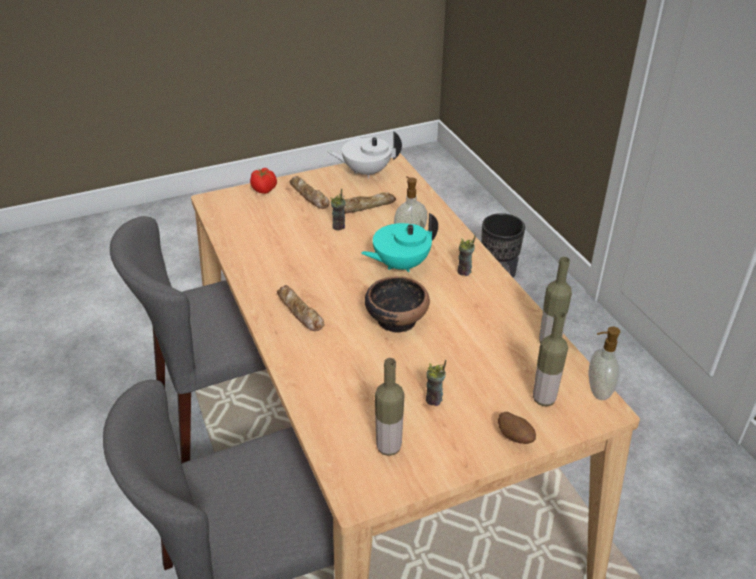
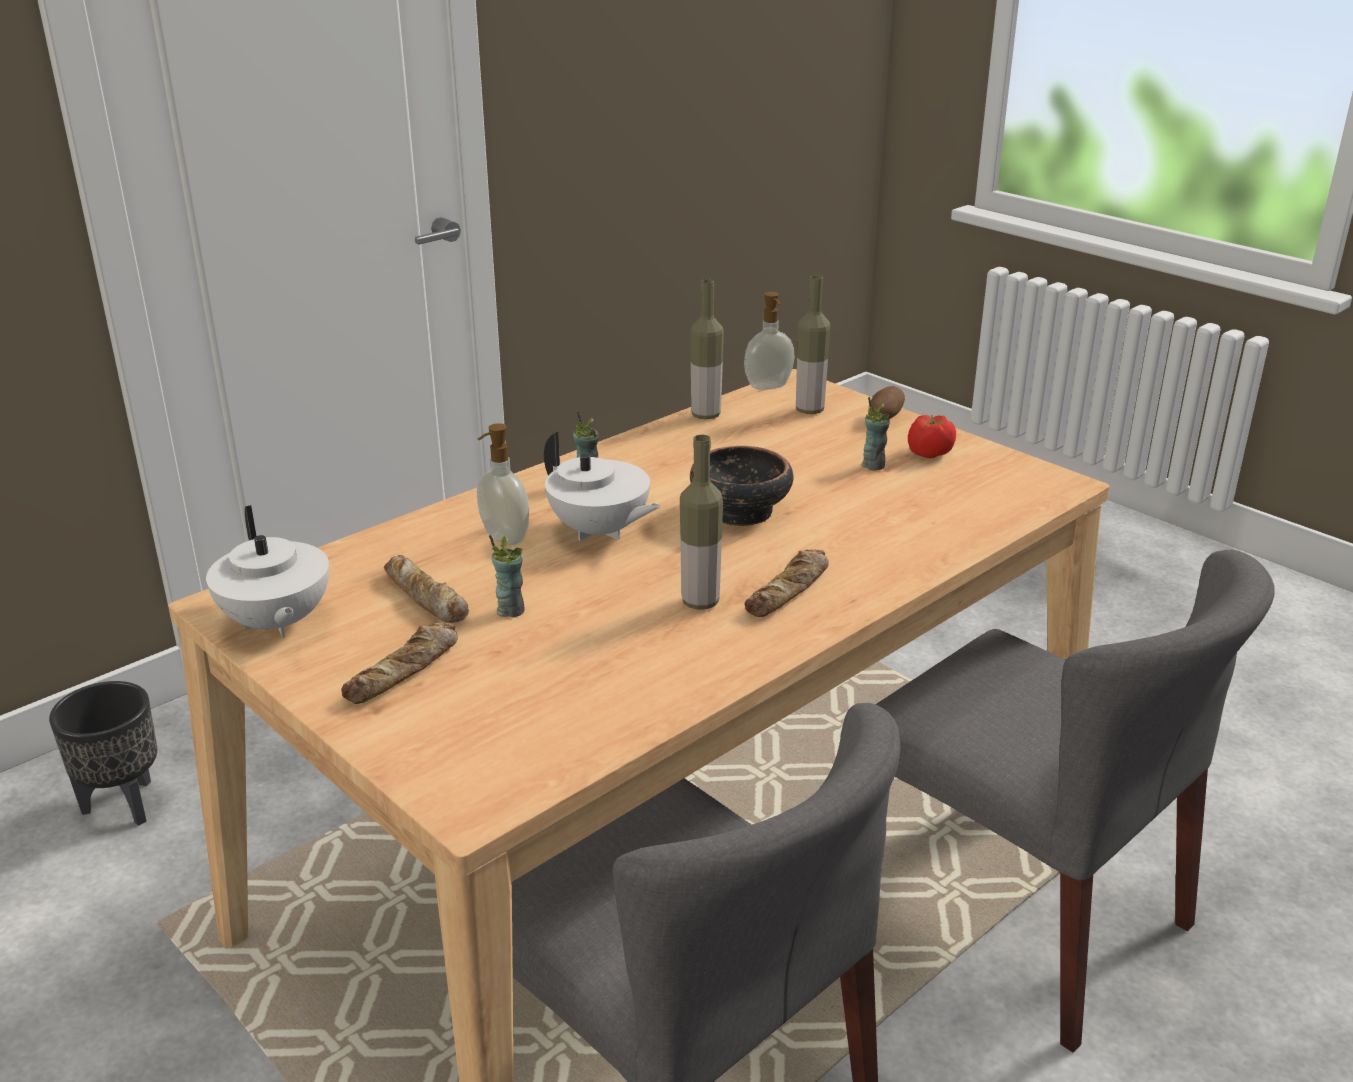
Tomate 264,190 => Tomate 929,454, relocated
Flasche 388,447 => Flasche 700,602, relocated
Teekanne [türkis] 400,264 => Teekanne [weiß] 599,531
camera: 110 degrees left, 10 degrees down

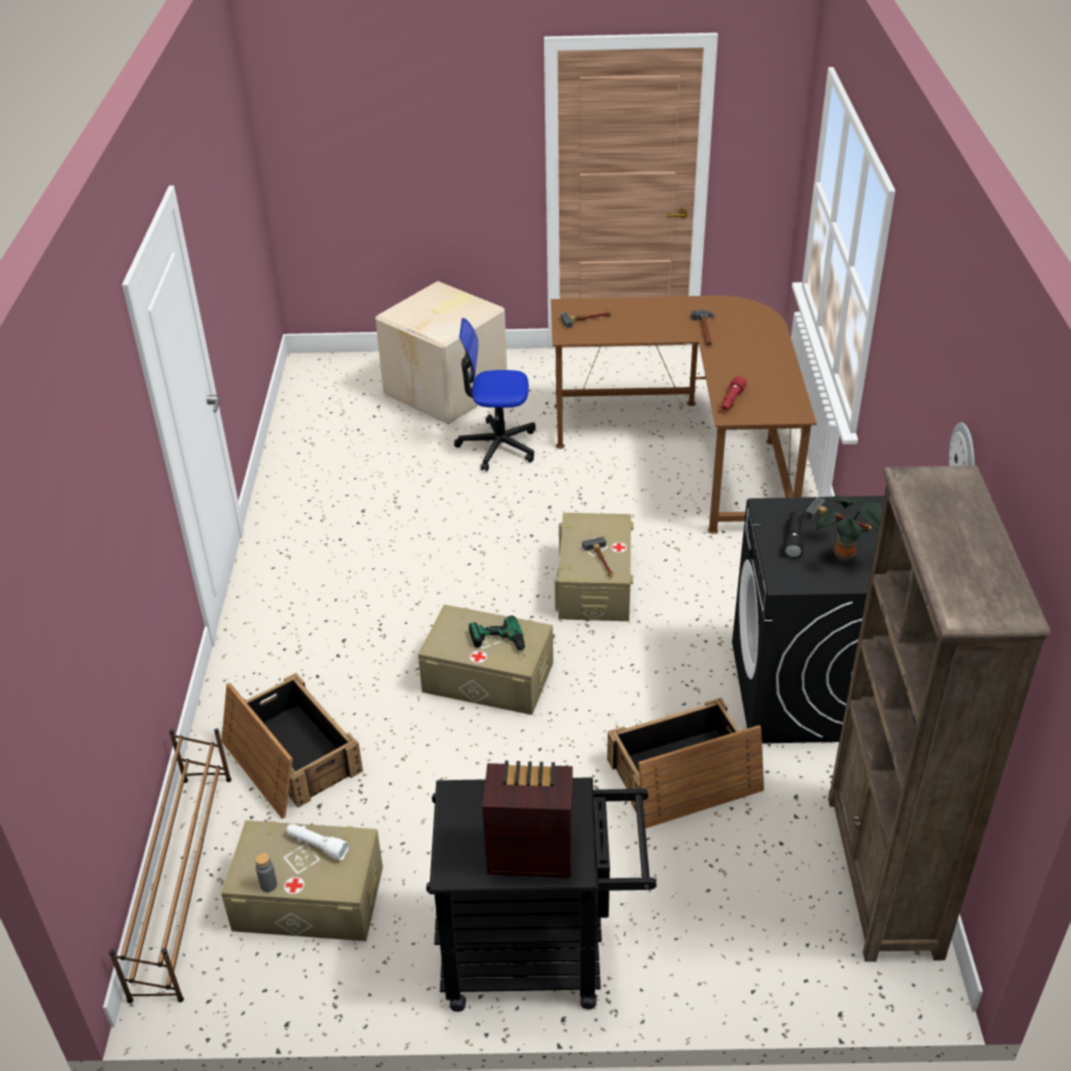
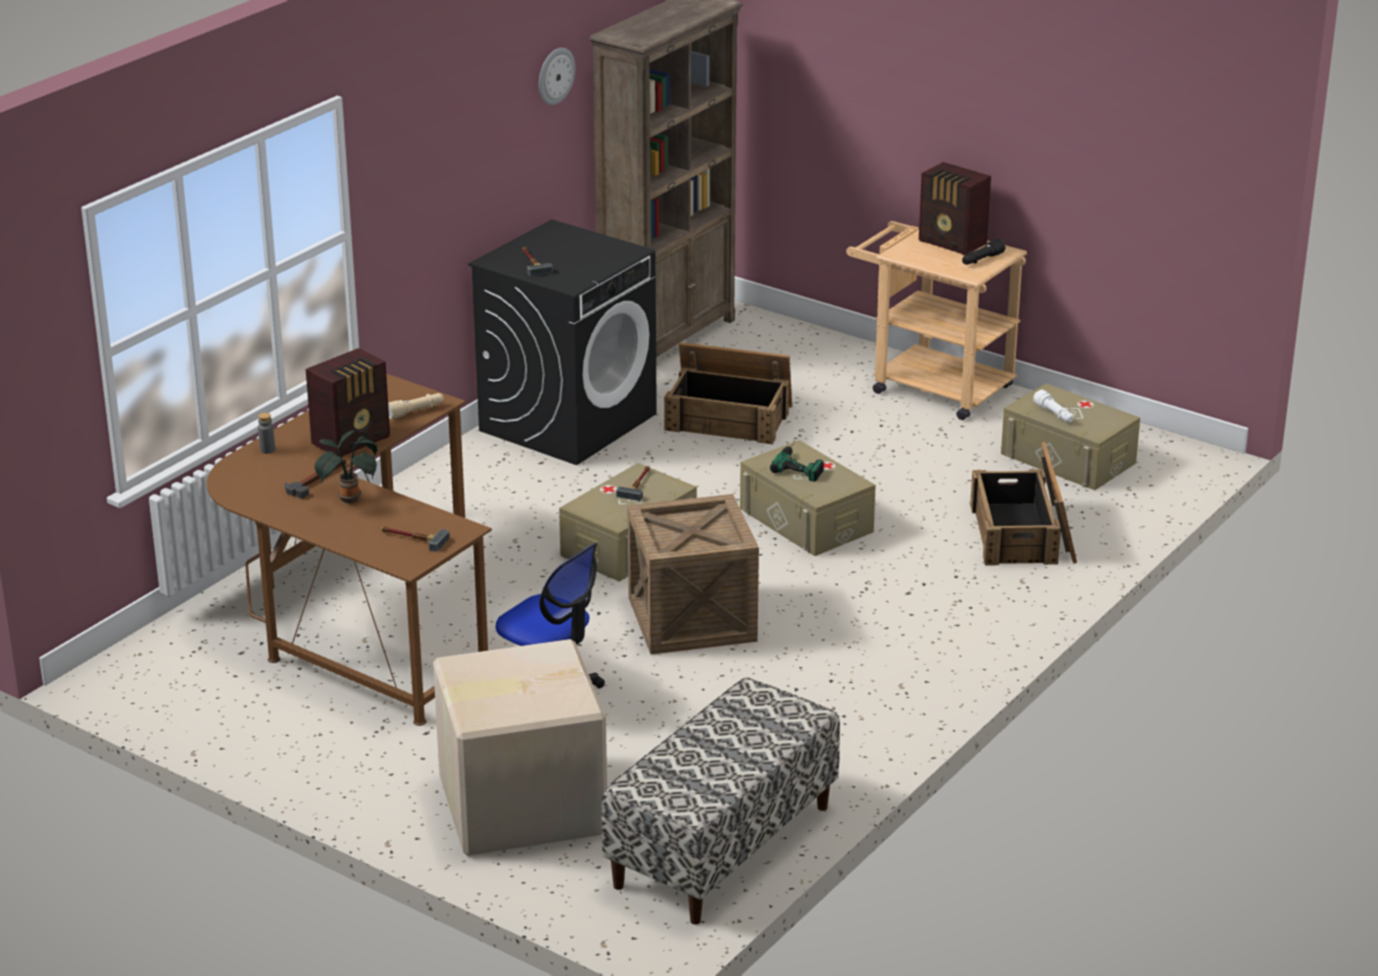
Schuhregal [braun] 184,880 => nothing
nothing => Radio 353,440
nothing => Bank 723,847
nothing => Kiste 692,619
Flasche [grau] 268,885 => Flasche [grau] 267,450, relocated
Taschenlampe [schwarz] 793,539 => Taschenlampe [schwarz] 981,260, relocated
Topfpflanze 846,556 => Topfpflanze 348,498, relocated
Rollwagen [schwarz] 539,954 => Rollwagen [beige] 931,386
Taschenlampe [rot] 731,401 => Taschenlampe [beige] 415,412
camera: 145 degrees left, 10 degrees down

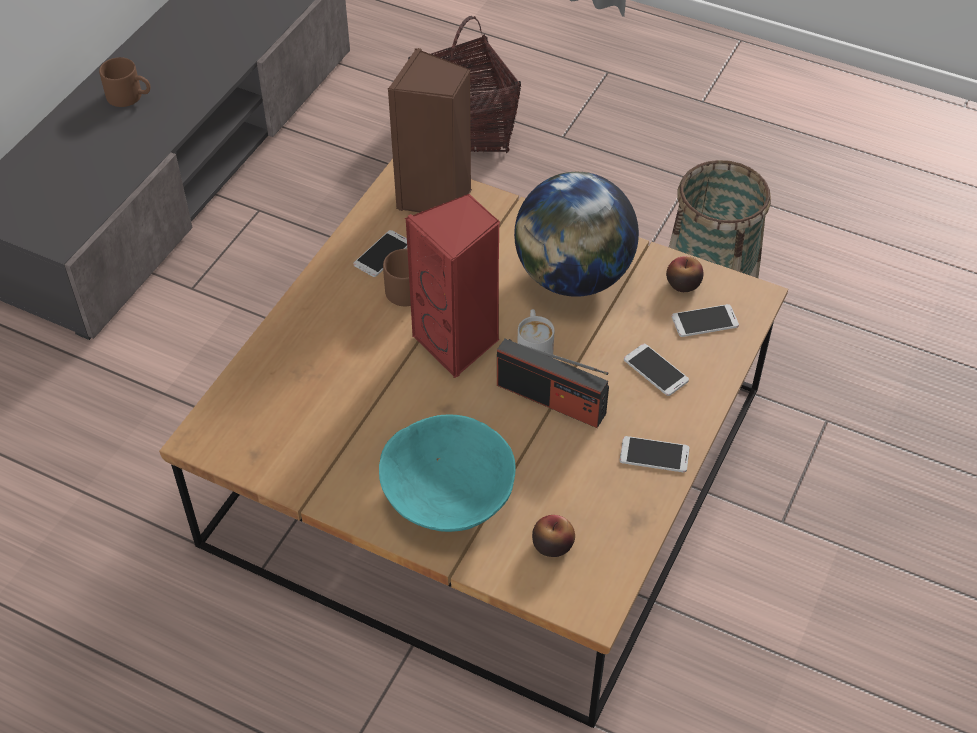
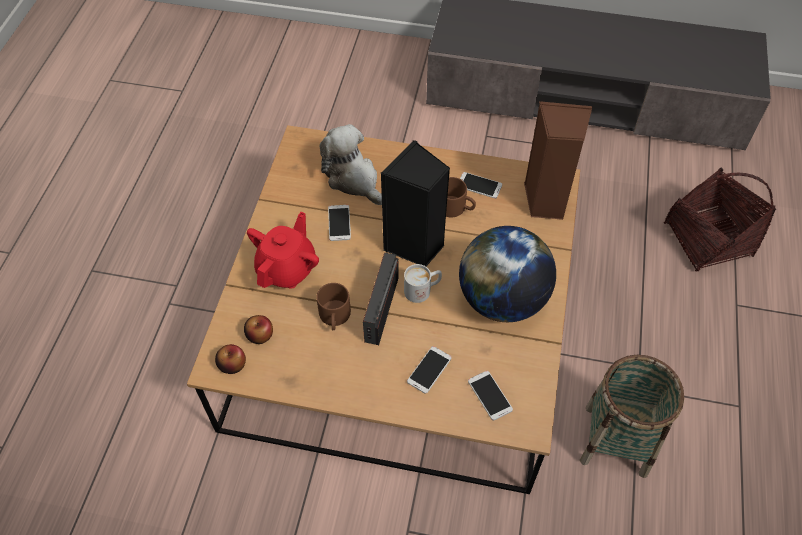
nothing => Plüschtier 353,179
Henkelbecher [braun] 130,96 => Henkelbecher [braun] 335,317, relocated
Handy 654,455 => Handy 339,223, relocated
Apfel 683,284 => Apfel 232,364, relocated
Schüssel [türkis] 447,494 => Teekanne [rot] 287,269
Lautsprecher [rot] 459,343 => Lautsprecher [schwarz] 415,245
camera: 75 degrees right, 5 degrees up

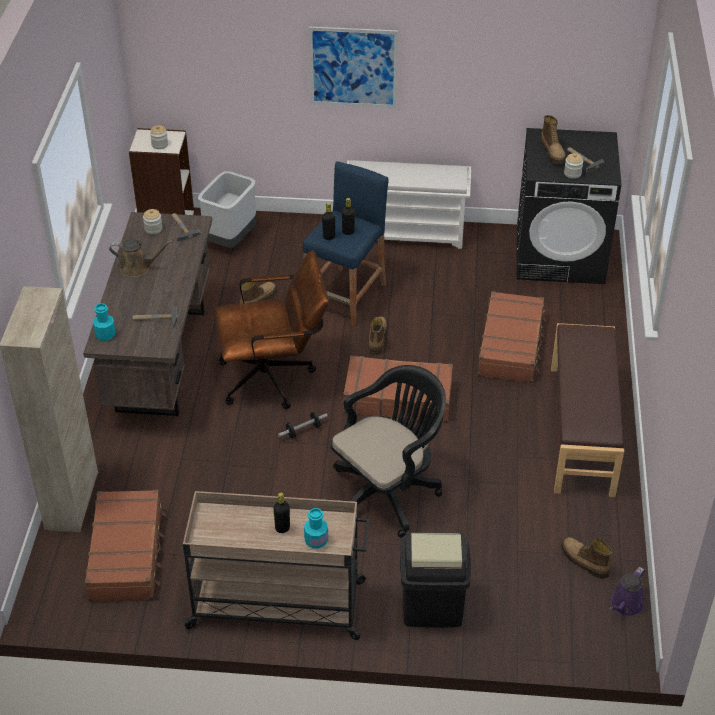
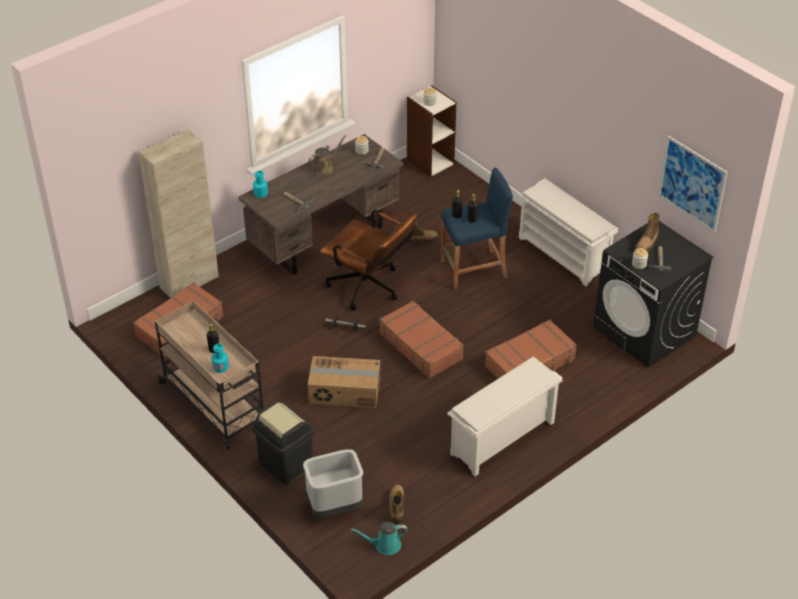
Stiefel 377,338 => nothing
Mülleimer [grau] 231,240 => Mülleimer [grau] 334,508, relocated
Bild 353,67 => Bild 692,183, relocated
Bürostuhl [schwarz] 388,492 => Karton 345,391
Bank [braun] 582,430 => Schuhregal [weiß] 502,439
Gießkanne [lila] 625,606 => Gießkanne [türkis] 385,545
Gießkanne [braun] 138,268 => Gießkanne [braun] 324,167, 90 degrees counterclockwise
camera: 45 degrees right, 0 degrees up

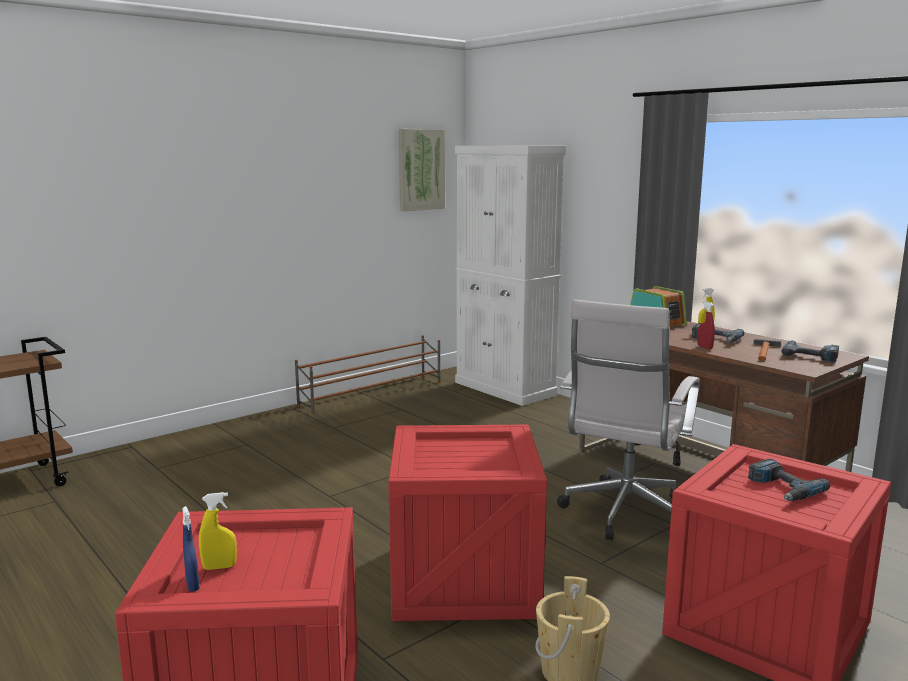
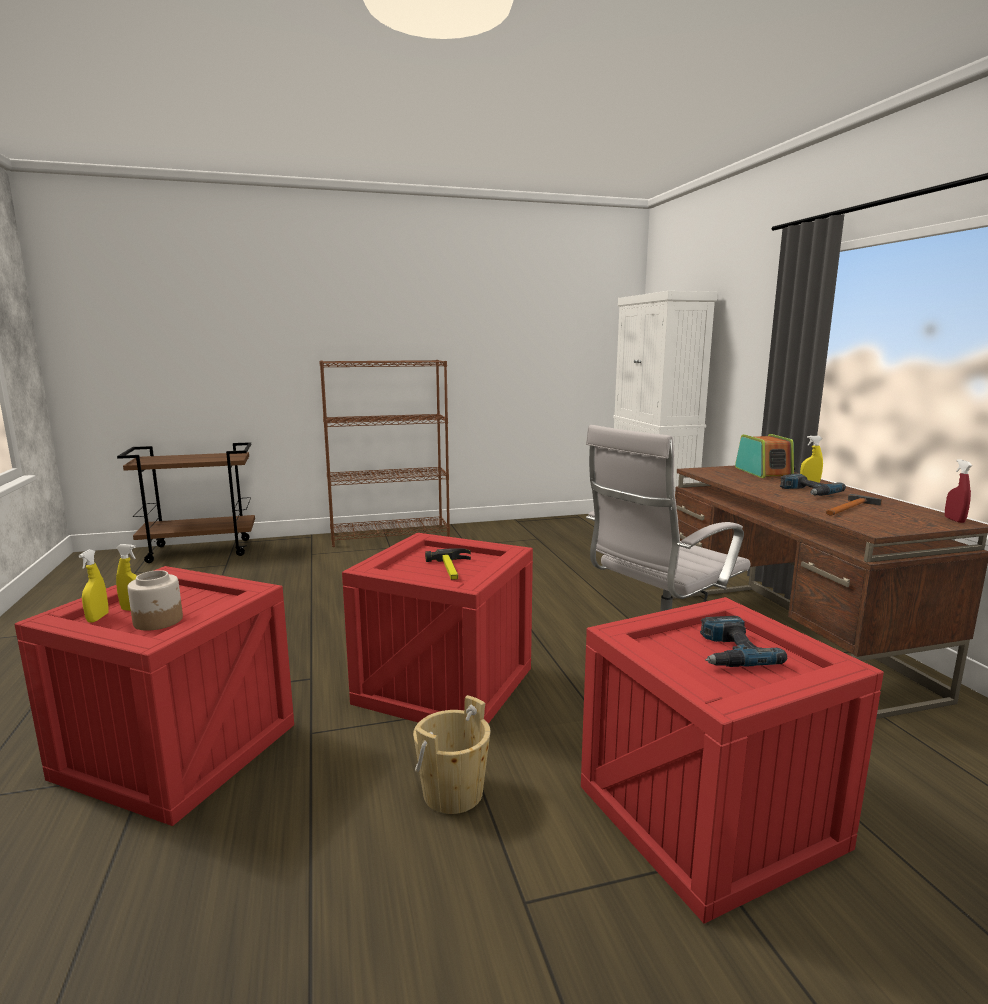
Schuhregal [braun] 373,393 => nothing
Bild 421,170 => nothing
Bohrmaschine 809,355 => nothing
nothing => Vorratsglas 158,621
nothing => Bücherregal [braun] 390,535
nothing => Hammer 452,569
Sprühflasche [rot] 704,347 => Sprühflasche [rot] 954,520, relocated
Sprühflasche [blau] 192,585 => Sprühflasche [gelb] 98,618
camera: 25 degrees right, 0 degrees up

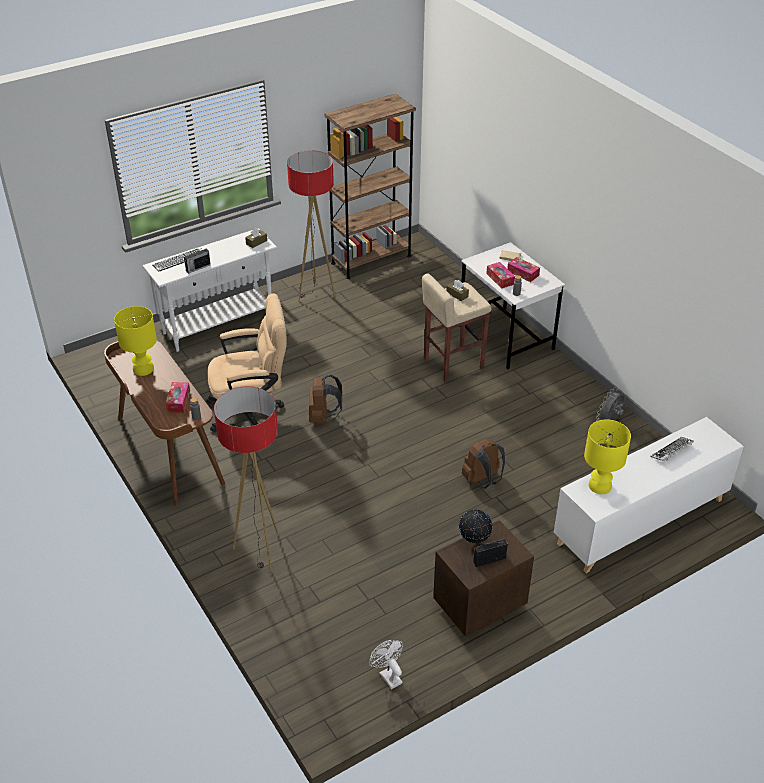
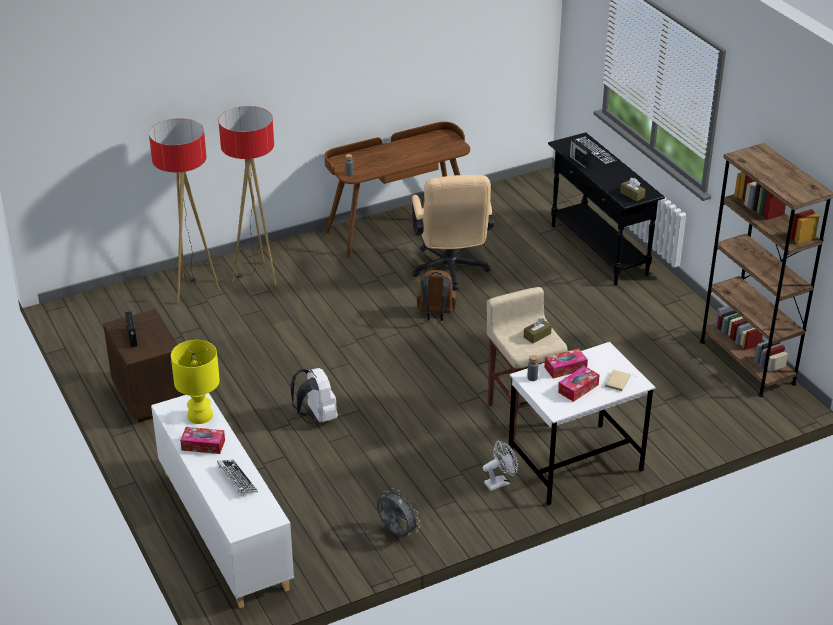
Tischlampe [gelb] 143,369 => nothing
Globus 474,540 => nothing
Taschentuchbox 178,401 => Taschentuchbox 203,445, relocated
Stehlampe 316,294 => Stehlampe 193,290, relocated
Ventilator [weiß] 388,675 => Ventilator [weiß] 500,482, relocated
Konsolentisch [weiß] 219,325 => Konsolentisch [schwarz] 598,250
Rucksack [braun] 482,480 => Rucksack [weiß] 316,417
camera: 95 degrees right, 5 degrees down

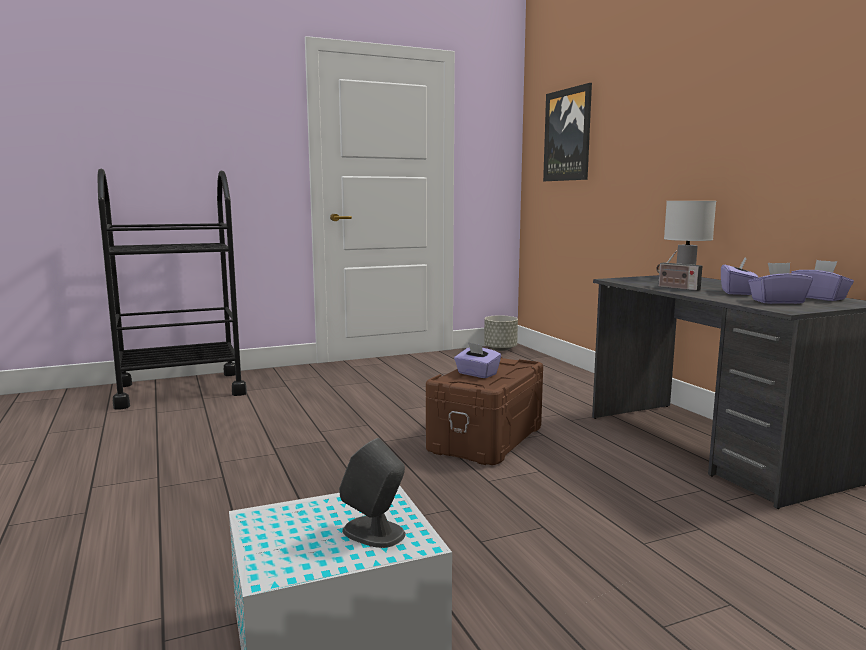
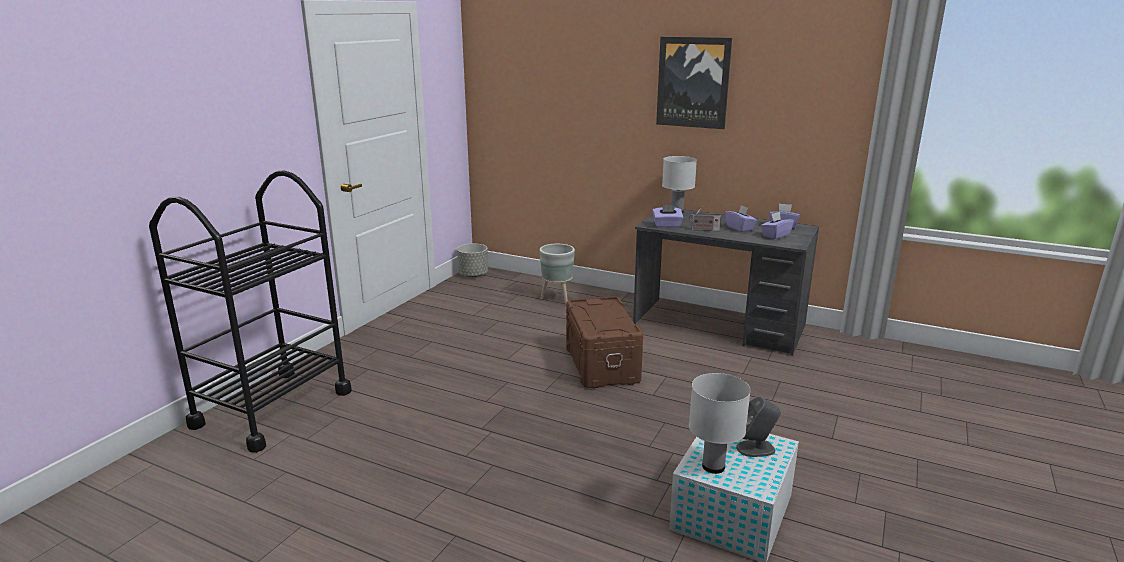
nothing => Pflanzkübel [grau] 557,298
nothing => Tischlampe [weiß] 712,466
Taschentuchbox [lila] 477,374 => Taschentuchbox [lila] 667,225, relocated
Bild 568,135 => Bild 693,82, relocated
camera: 40 degrees left, 10 degrees up

